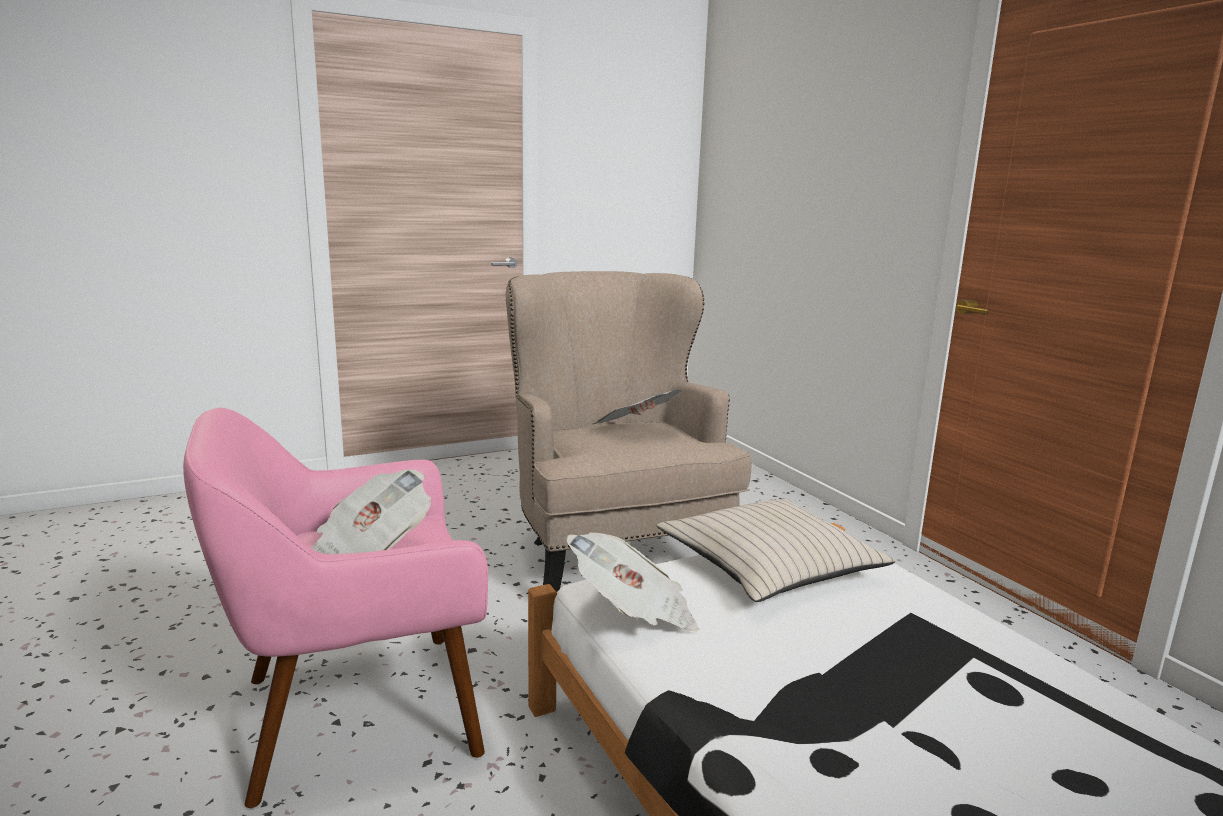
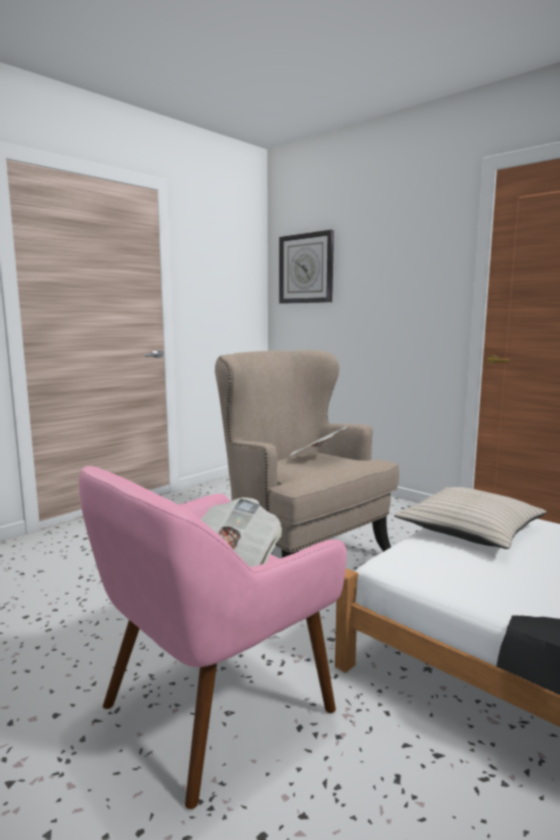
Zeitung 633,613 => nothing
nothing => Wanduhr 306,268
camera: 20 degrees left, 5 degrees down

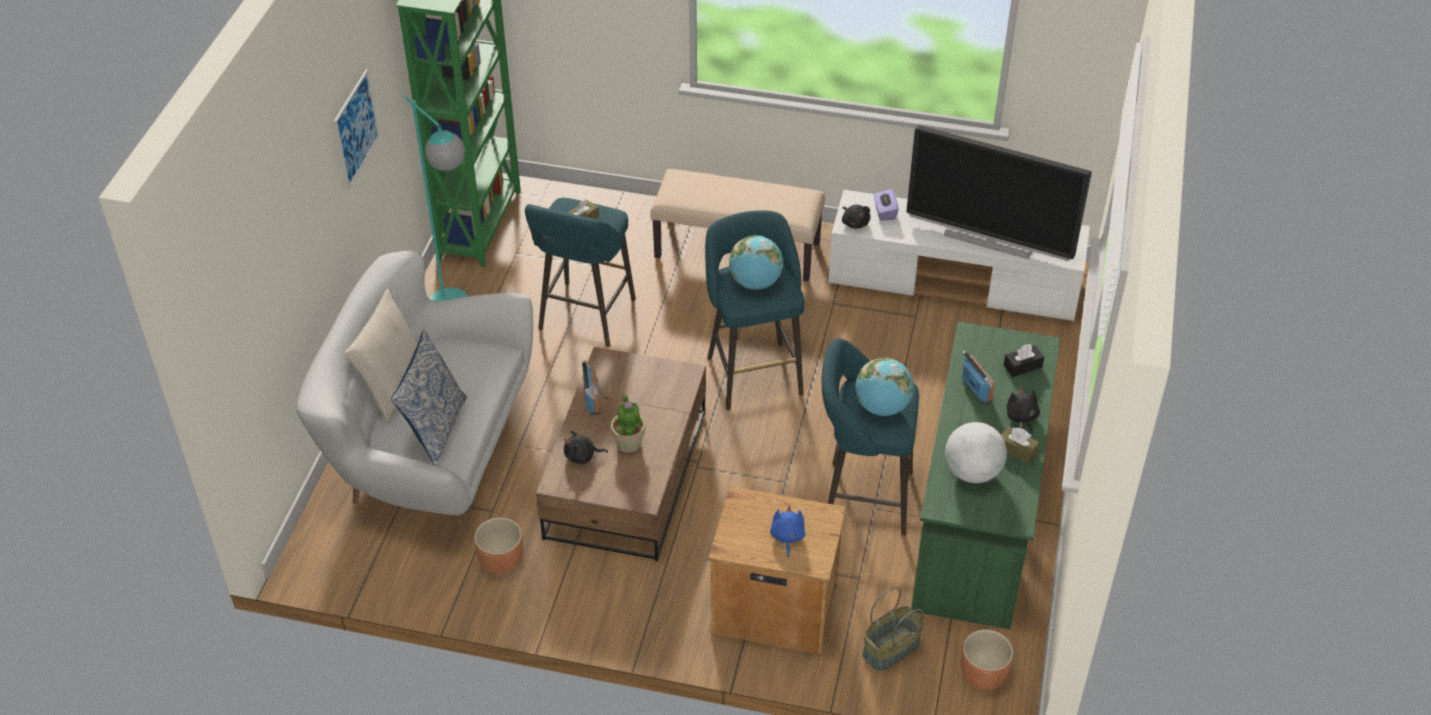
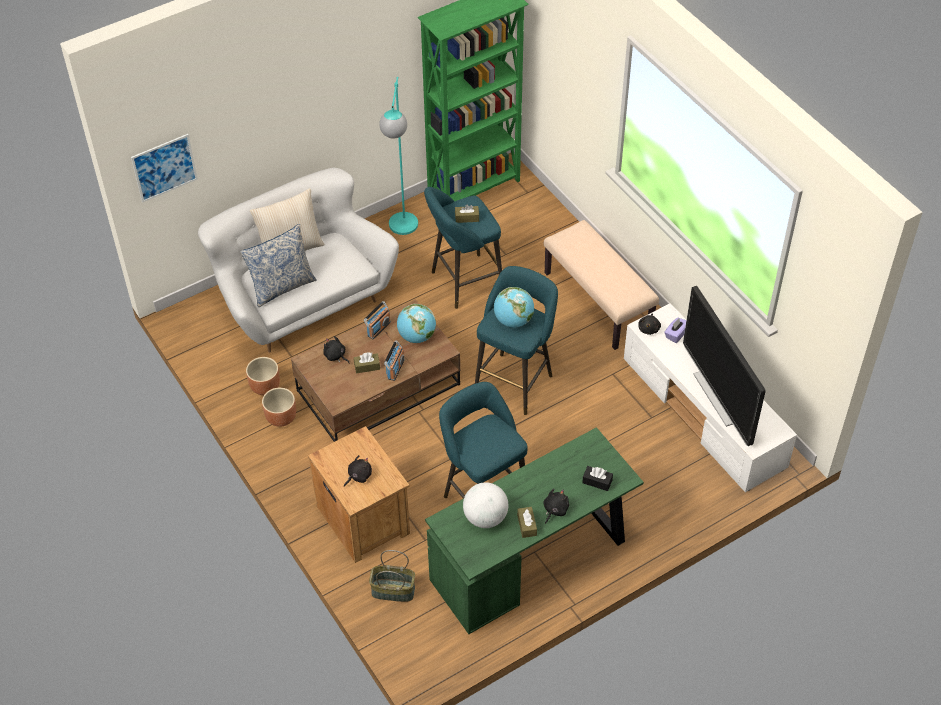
Bild 356,129 => Bild 164,167, relocated
Globus 882,407 => Globus 417,336, relocated
Pflanzkübel [braun] 982,674 => Pflanzkübel [braun] 281,417, relocated
Radio 976,389 => Radio 395,369, relocated
Topfpflanze 629,443 => Taschentuchbox [braun] 367,366
Plüschtier [blau] 787,537 => Plüschtier [schwarz] 358,476
camera: 45 degrees right, 5 degrees up

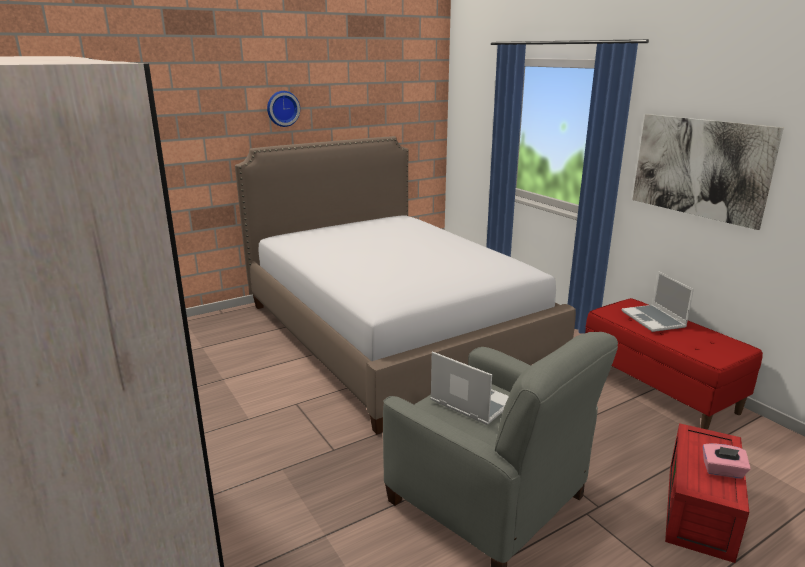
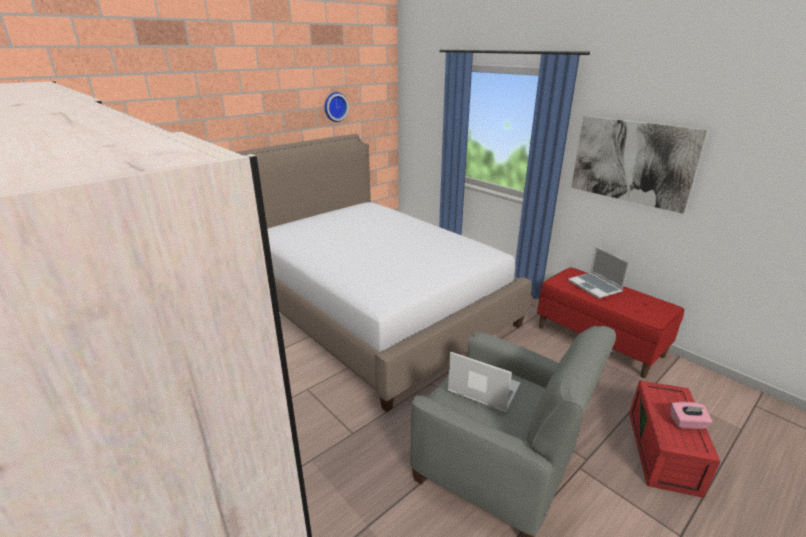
Wanduhr 282,108 => Wanduhr 335,106, relocated
camera: 10 degrees left, 5 degrees up

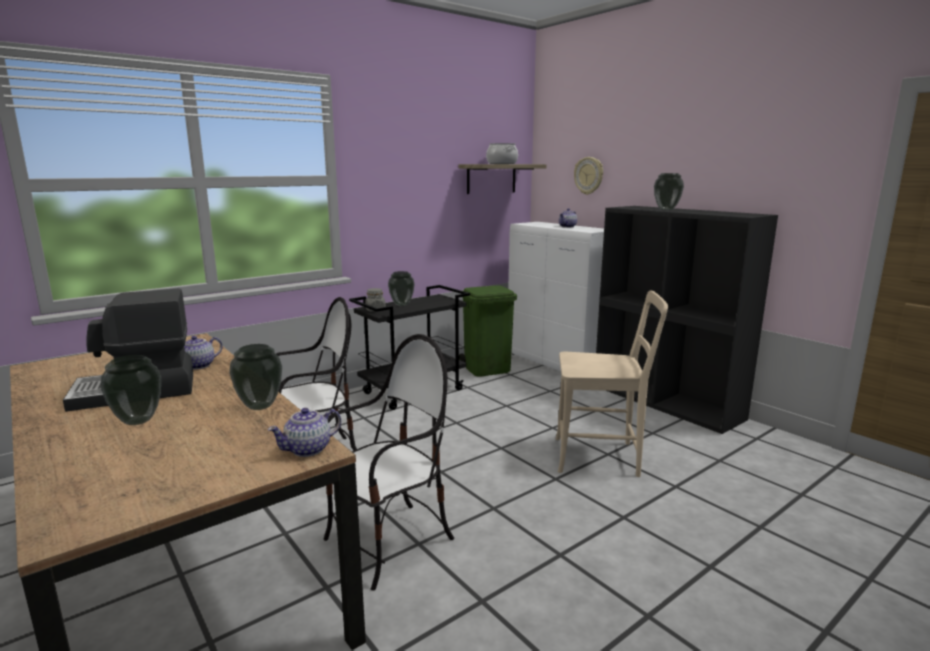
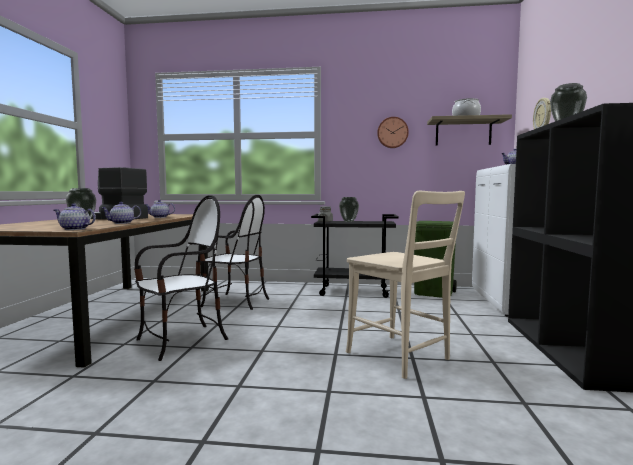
nothing => Wanduhr 392,132
Vase 261,406 => Teekanne 122,223
Stuhl 389,543 => Stuhl 182,341, 45 degrees counterclockwise
camera: 45 degrees right, 10 degrees down

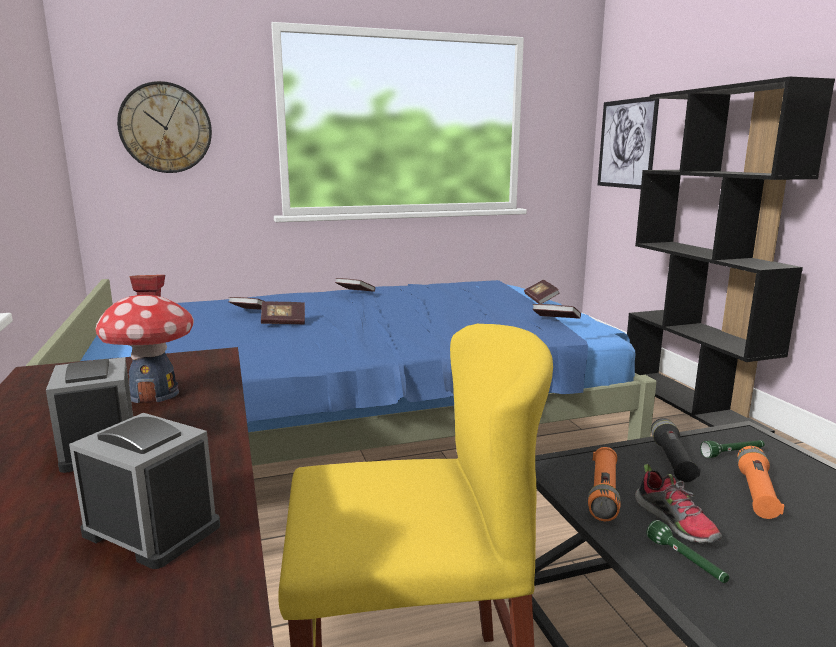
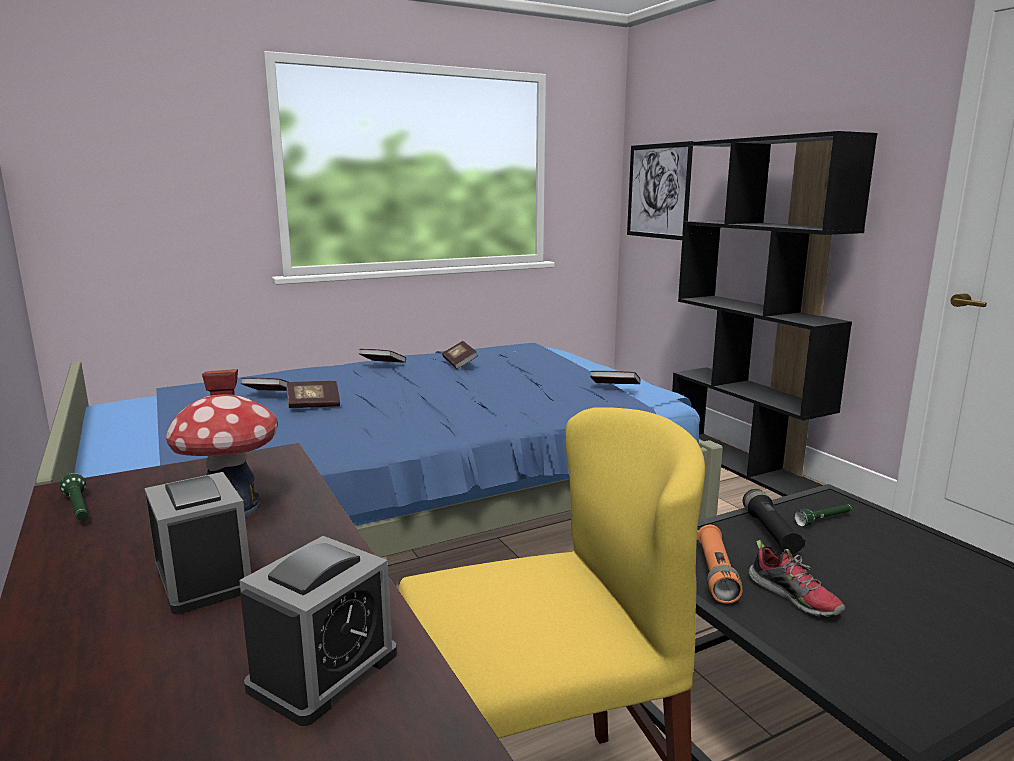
Wanduhr 165,128 => nothing
Taschenlampe [orange] 756,493 => nothing
Buch 541,300 => Buch 459,363, relocated
Taschenlampe [grün] 686,562 => Taschenlampe [grün] 78,509, relocated
Wecker 152,530 => Wecker 323,670, 105 degrees clockwise
camera: 10 degrees left, 0 degrees up

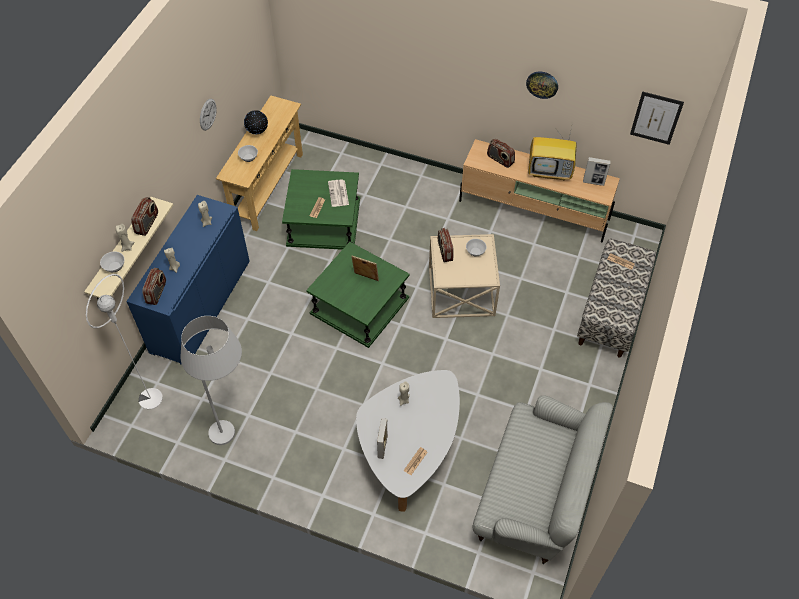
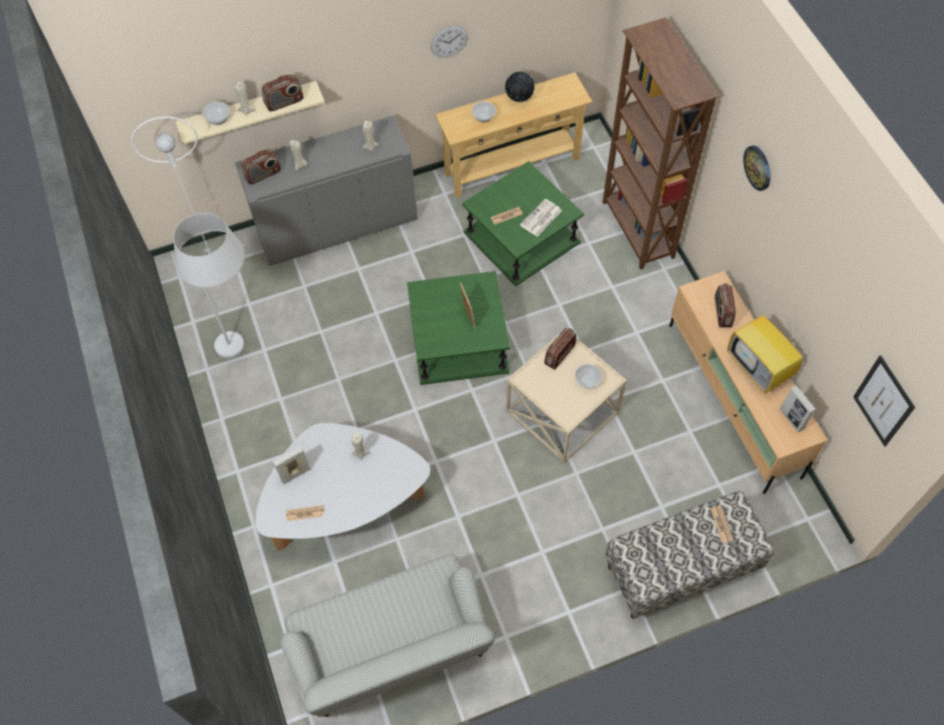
nothing => Bücherregal [braun] 637,230
Wanduhr 542,84 => Wanduhr 758,167, relocated
Schrank [blau] 201,306 => Schrank [grau] 337,225
camera: 50 degrees right, 5 degrees up

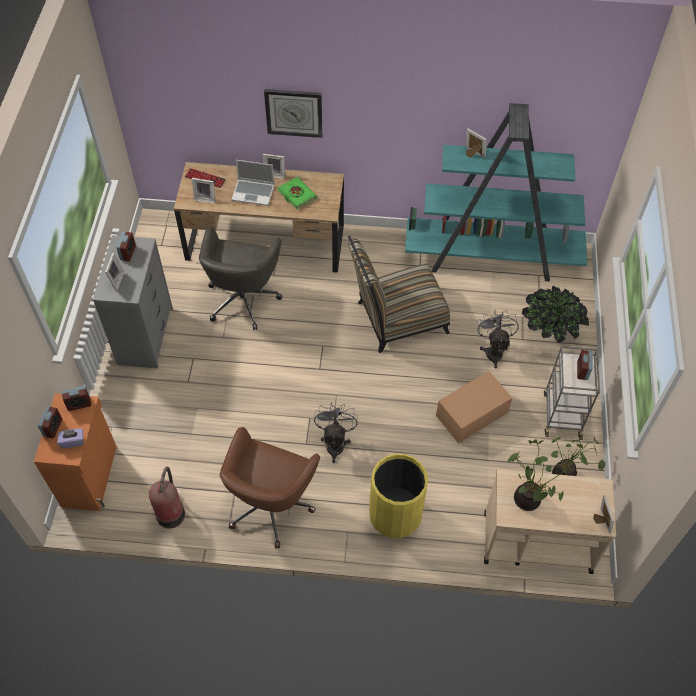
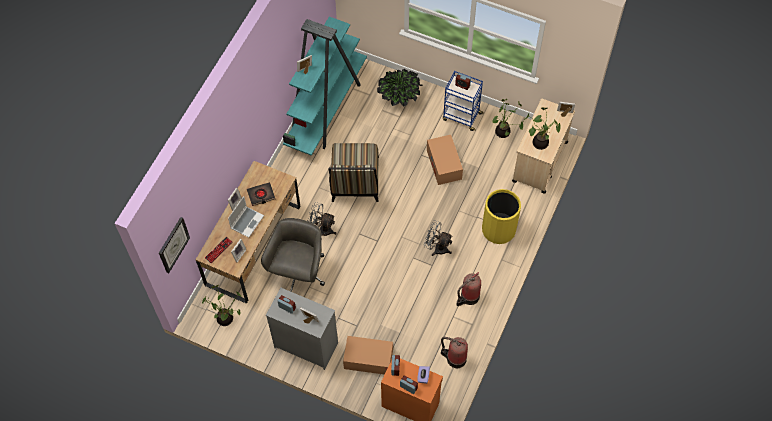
nothing => Topfpflanze 226,317
nothing => Karton 368,359
Wanduhr 294,112 => Wanduhr 173,244, relocated
Ventilator [grau] 493,350 => Ventilator [grau] 322,229, relocated
Bürostuhl [braun] 271,504 => Feuerlöscher 468,297
Buch [grün] 296,195 => Buch [schwarz] 261,195
Rollwagen [grau] 562,414 => Rollwagen [blau] 461,116
Bürostuhl [grau] 243,298 => Bürostuhl [grau] 298,272, 105 degrees counterclockwise
camera: 70 degrees left, 5 degrees up

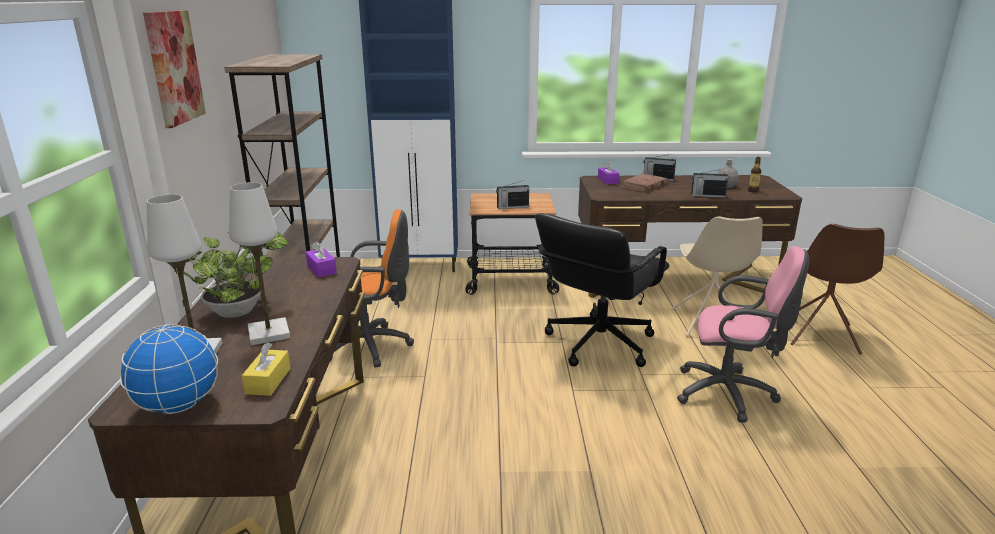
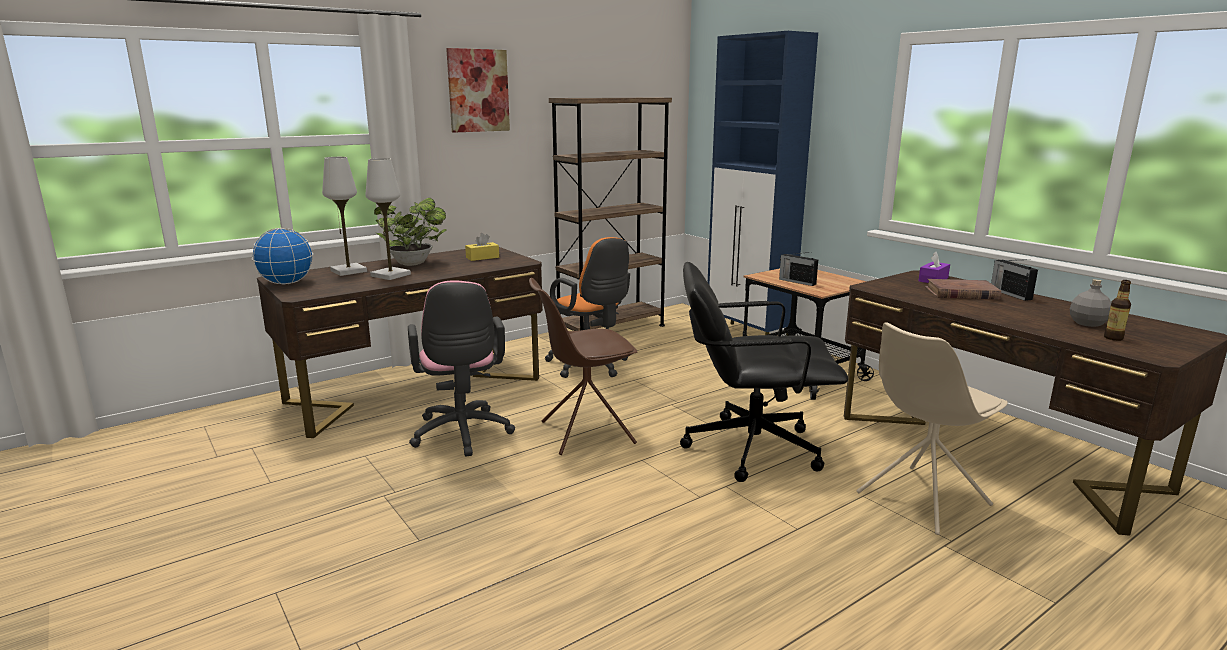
Taschentuchbox [lila] 321,269 => nothing
Radio 707,195 => nothing
Taschentuchbox [gelb] 268,381 => Taschentuchbox [gelb] 482,257, relocated
Bürostuhl [rosa] 730,394 => Bürostuhl [rosa] 462,435, relocated
Stuhl [braun] 820,335 => Stuhl [braun] 585,433, relocated
camera: 55 degrees right, 5 degrees down

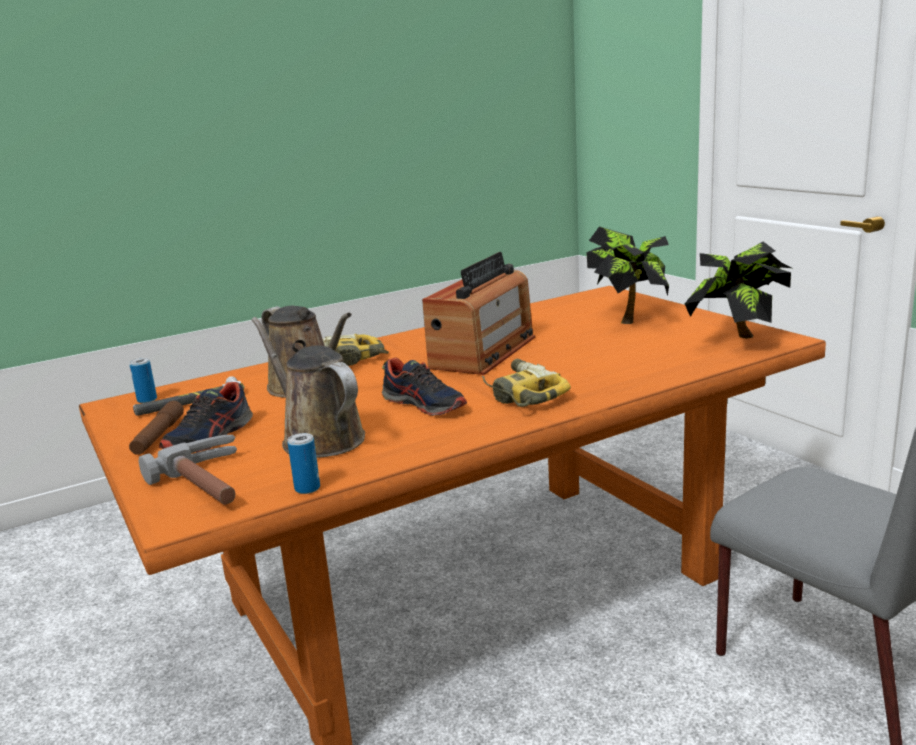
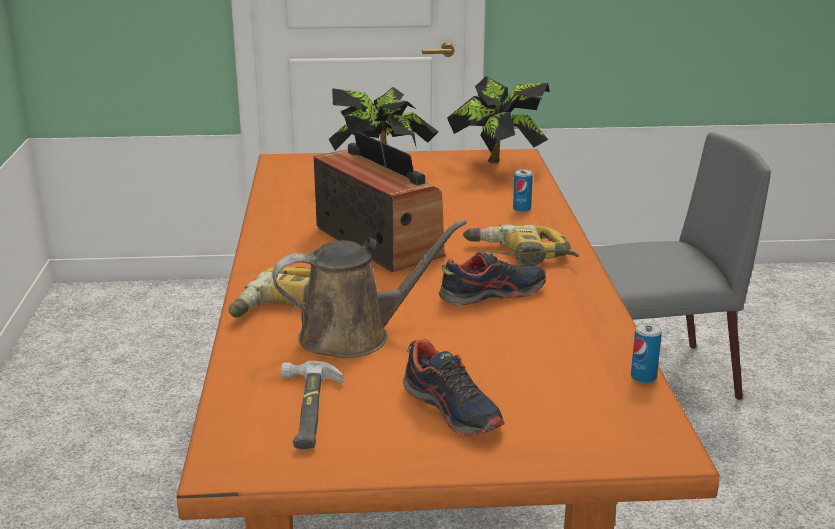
Taschenlampe [braun] 158,436 => nothing
Hammer 214,483 => nothing
Gießkanne [braun] 318,438 => nothing
Dose 147,400 => Dose 521,209, relocated
camera: 65 degrees left, 5 degrees up

